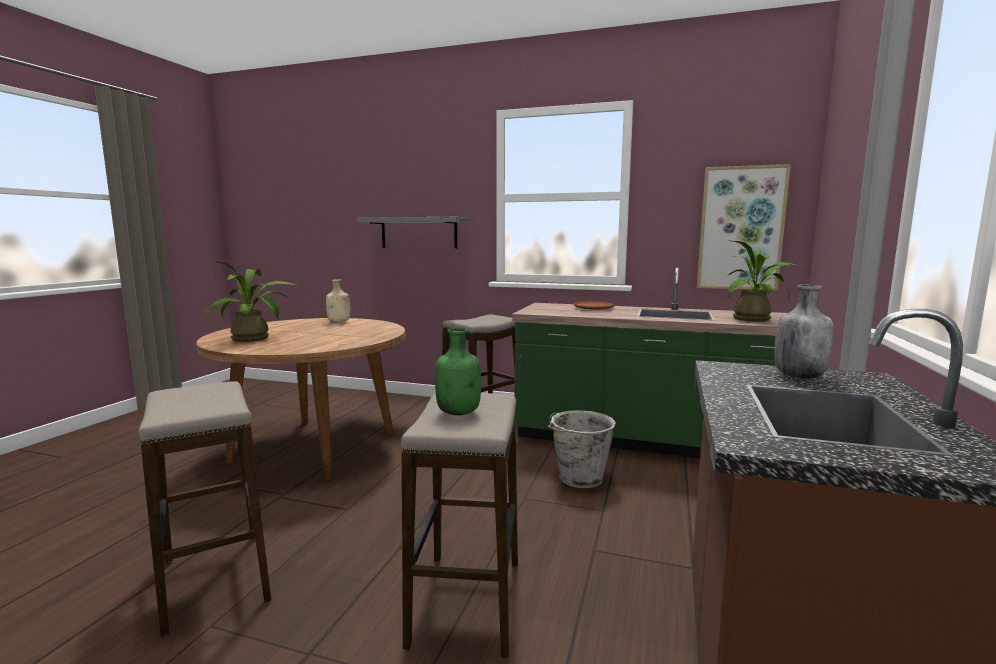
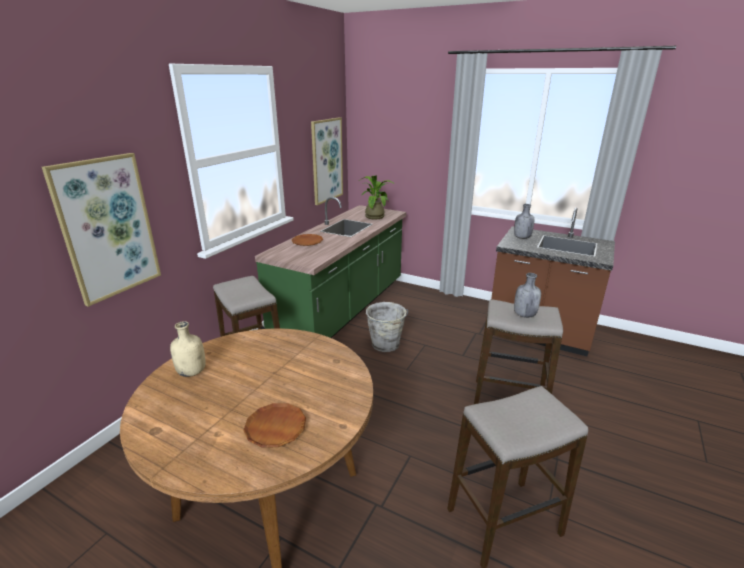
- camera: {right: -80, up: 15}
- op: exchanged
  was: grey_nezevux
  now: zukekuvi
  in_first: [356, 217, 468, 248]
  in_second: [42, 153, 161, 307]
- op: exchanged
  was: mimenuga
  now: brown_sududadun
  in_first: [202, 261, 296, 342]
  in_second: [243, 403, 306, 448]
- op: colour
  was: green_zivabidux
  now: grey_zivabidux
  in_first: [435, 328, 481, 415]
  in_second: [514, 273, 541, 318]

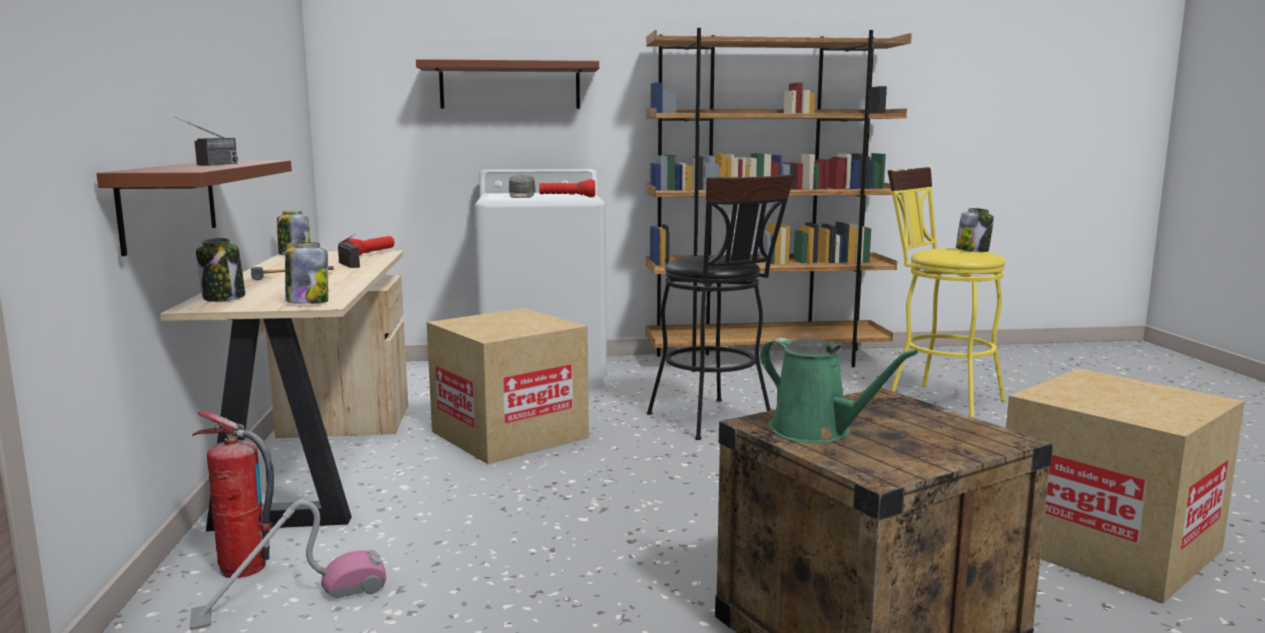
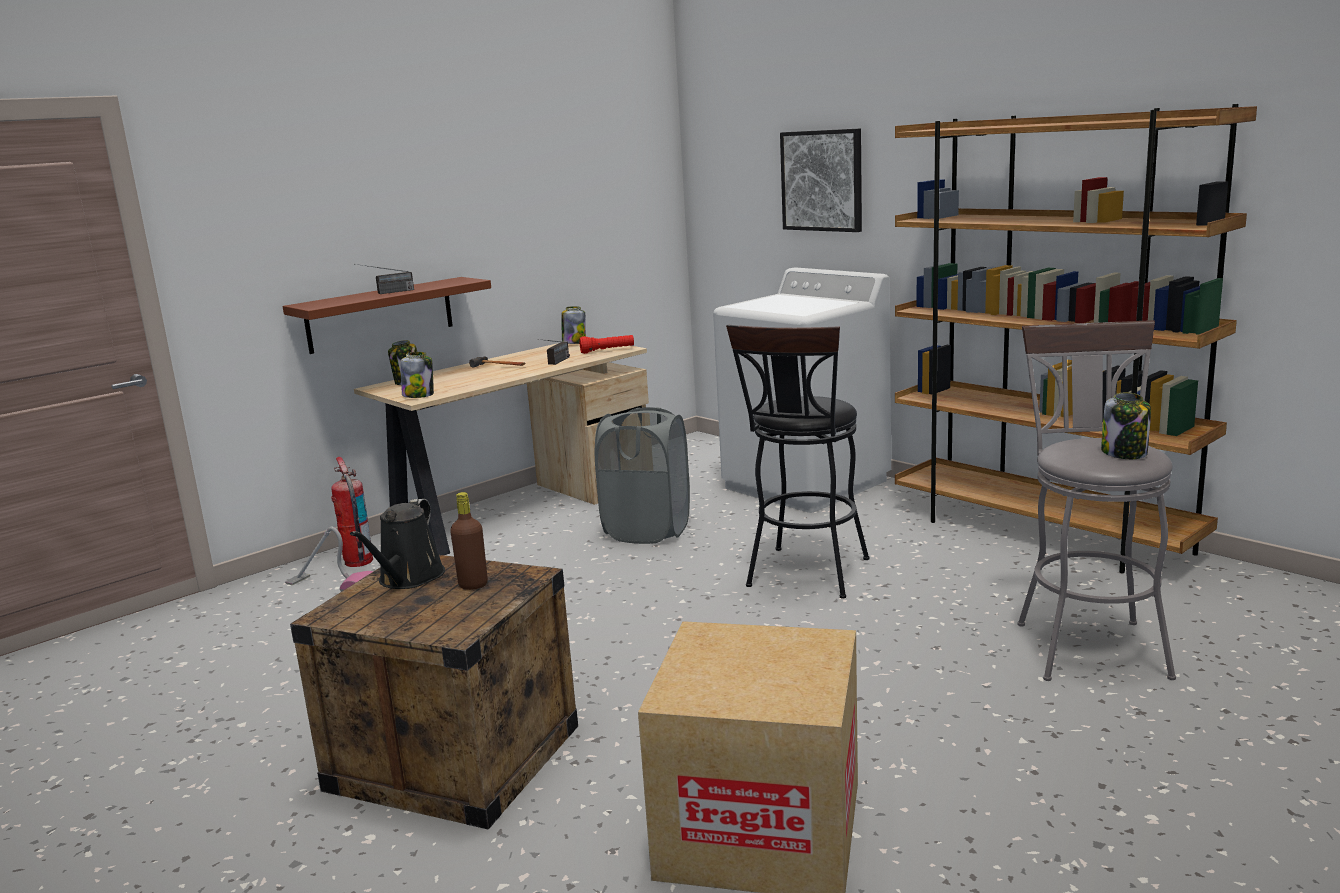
- camera: {right: 55, up: 5}
- op: colour
  was: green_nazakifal
  now: black_nazakifal
  in_first: [760, 338, 918, 443]
  in_second: [350, 499, 445, 589]
- op: appeared
  now: brown_zivabidux
  in_second: [450, 492, 488, 590]
- op: exchanged
  was: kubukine
  now: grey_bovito
  in_first: [427, 308, 589, 464]
  in_second: [595, 407, 690, 544]
- op: exchanged
  was: brown_nezevux
  now: zukekuvi
  in_first: [416, 59, 599, 109]
  in_second: [780, 128, 862, 232]
- op: colour
  was: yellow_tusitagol
  now: grey_tusitagol
  in_first: [888, 167, 1006, 417]
  in_second: [1017, 320, 1176, 681]
- op: missing
  was: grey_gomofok
  in_first: [509, 175, 535, 198]
- op: missing
  was: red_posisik
  in_first: [539, 179, 595, 197]

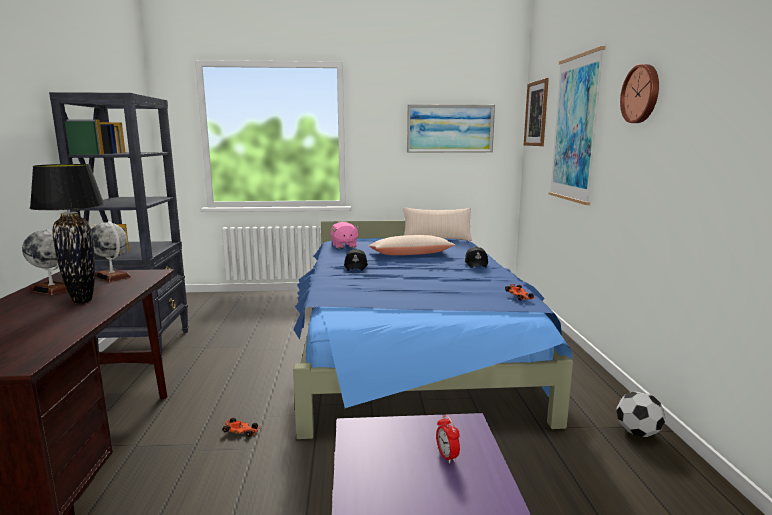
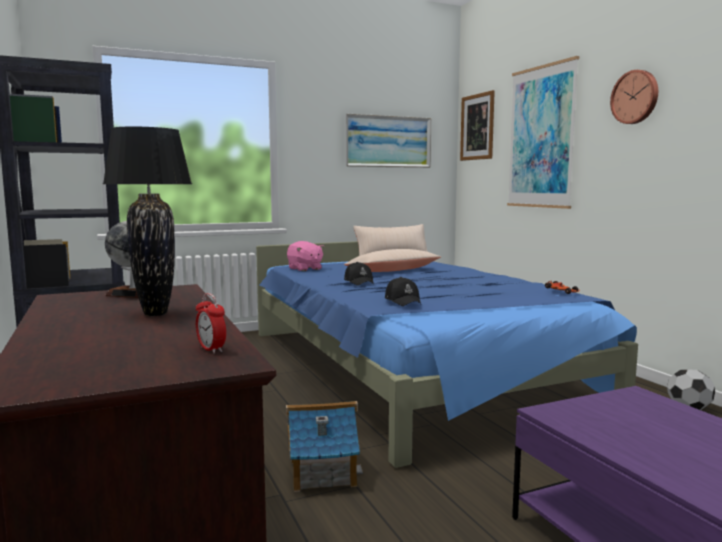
- camera: {right: -20, up: -5}
- op: relocated
  was: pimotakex
  in_first: [436, 415, 460, 464]
  in_second: [196, 293, 226, 353]
- op: exchanged
  was: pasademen
  now: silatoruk
  in_first: [222, 418, 260, 437]
  in_second: [286, 401, 363, 492]
- op: relocated
  was: black_gomofok
  in_first: [465, 246, 488, 268]
  in_second: [385, 277, 421, 306]
- op: missing
  was: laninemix
  in_first: [22, 229, 67, 295]

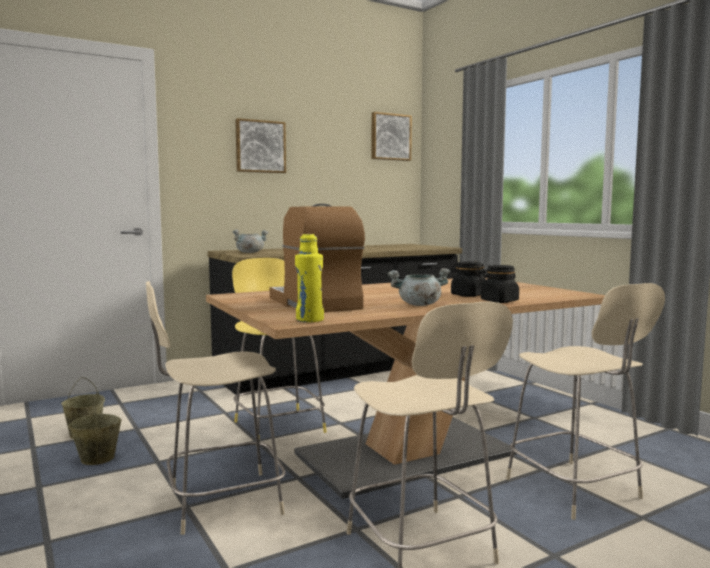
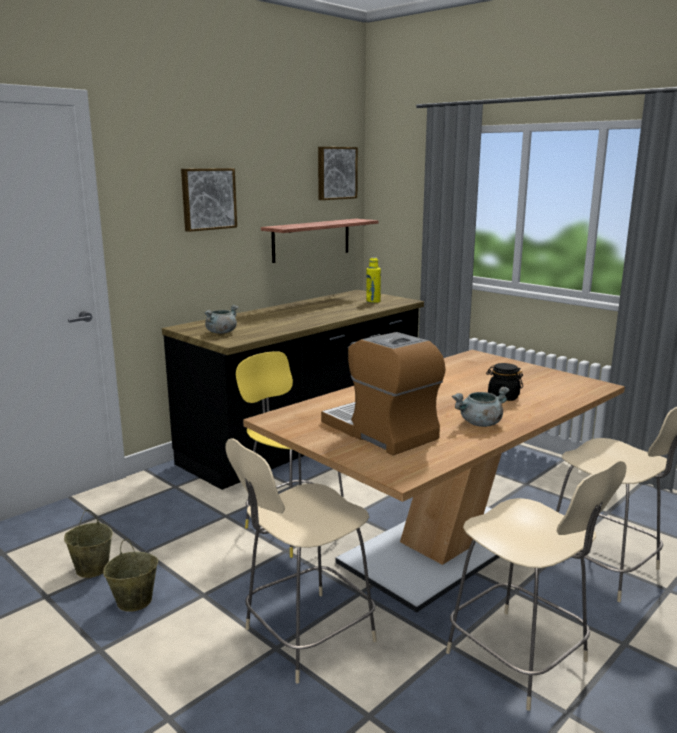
- camera: {right: -15, up: 10}
- op: appeared
  now: nezevux
  in_second: [261, 219, 378, 263]
- op: relocated
  was: yellow_zivabidux
  in_first: [295, 234, 324, 322]
  in_second: [366, 257, 381, 303]
- op: missing
  was: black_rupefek
  in_first: [481, 265, 519, 303]

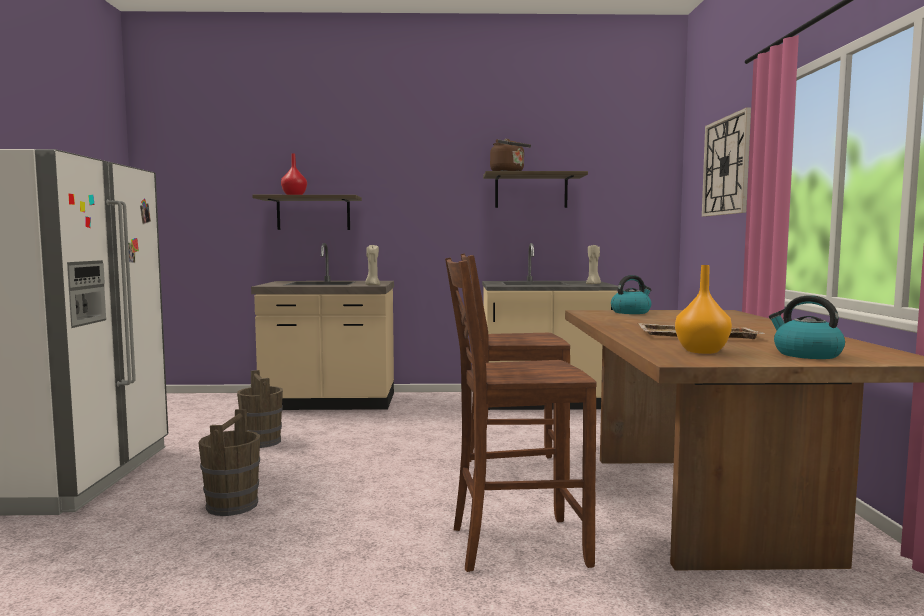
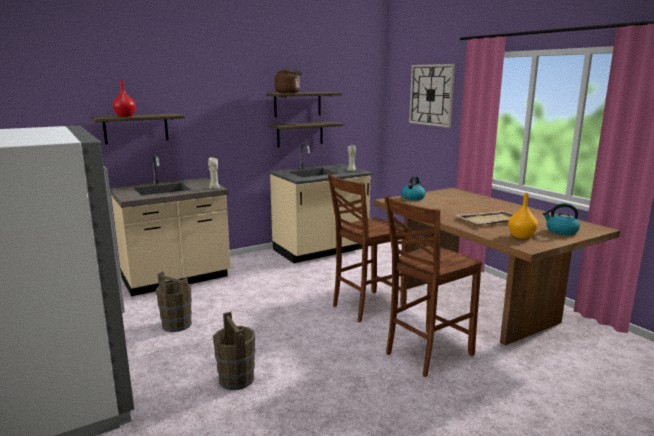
- camera: {right: -30, up: 10}
- op: appeared
  now: nezevux
  in_second: [269, 121, 344, 147]

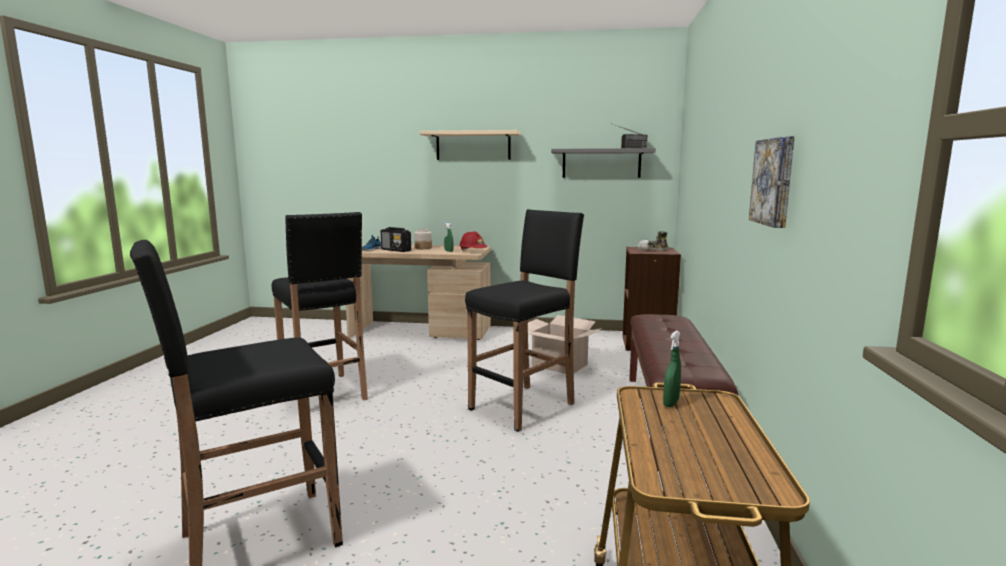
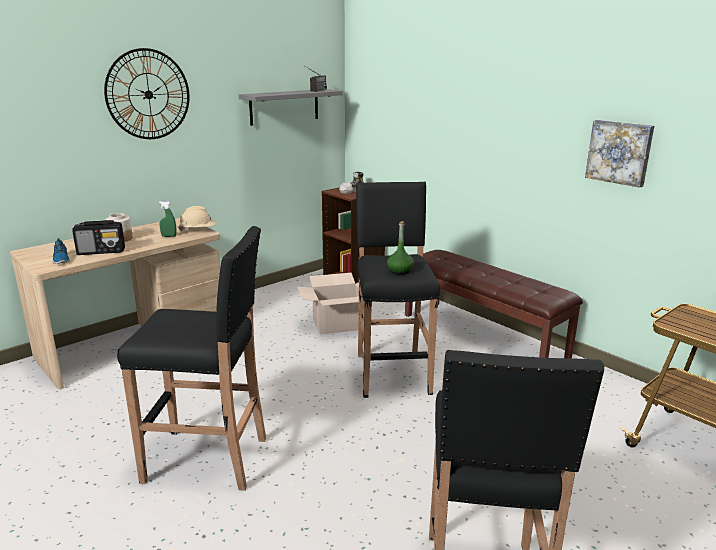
- camera: {right: -50, up: 10}
- op: exchanged
  was: beige_nezevux
  now: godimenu
  in_first: [420, 130, 521, 160]
  in_second: [104, 48, 190, 139]
- op: colour
  was: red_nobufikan
  now: beige_nobufikan
  in_first: [459, 231, 487, 251]
  in_second: [178, 206, 216, 231]
- op: appeared
  now: green_zivabidux
  in_second: [387, 221, 414, 275]
- op: missing
  was: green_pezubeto
  in_first: [663, 331, 681, 407]

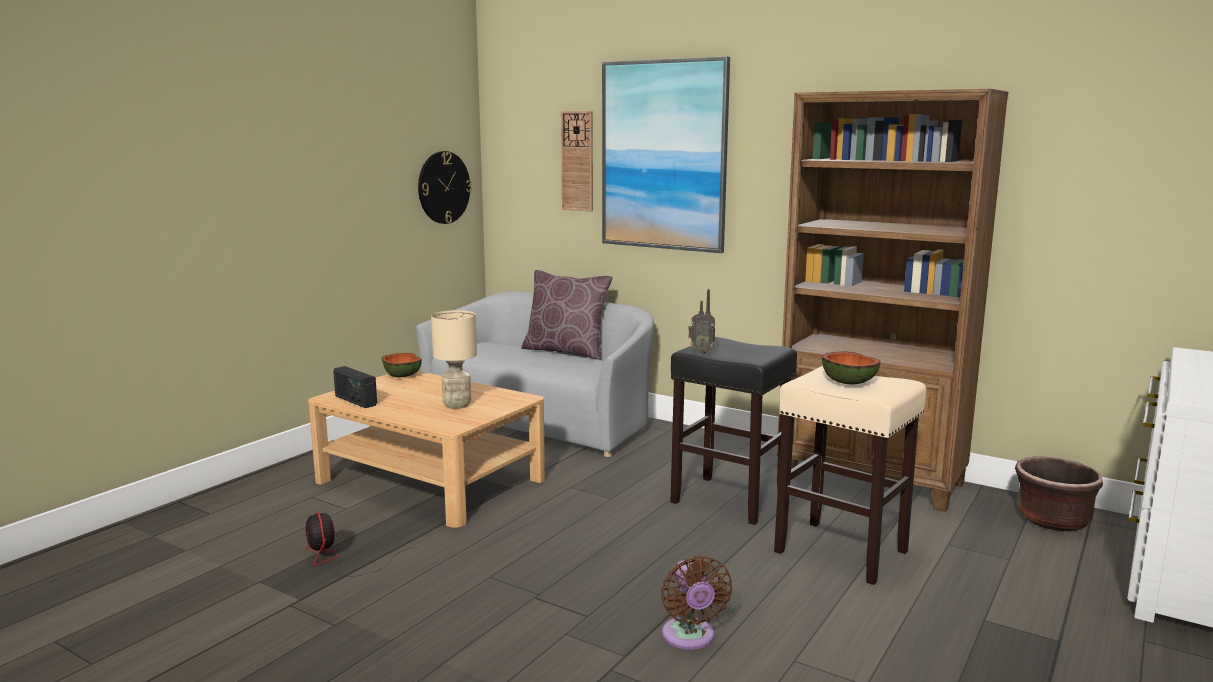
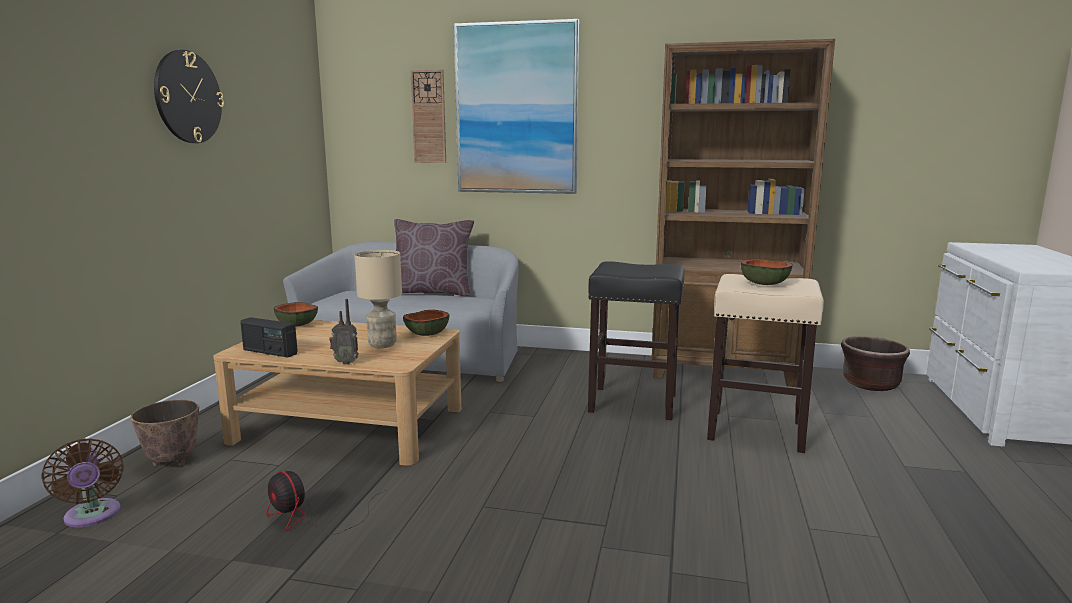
- camera: {right: -20, up: 0}
- op: relocated
  was: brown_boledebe
  in_first: [661, 556, 732, 650]
  in_second: [41, 438, 124, 527]
- op: appeared
  now: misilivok
  in_second: [130, 400, 199, 466]
- op: relocated
  was: godimenu
  in_first: [418, 151, 472, 224]
  in_second: [154, 50, 224, 143]
- op: relocated
  was: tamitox
  in_first: [688, 289, 715, 354]
  in_second: [329, 299, 359, 364]
- op: appeared
  now: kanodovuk
  in_second: [403, 310, 450, 336]

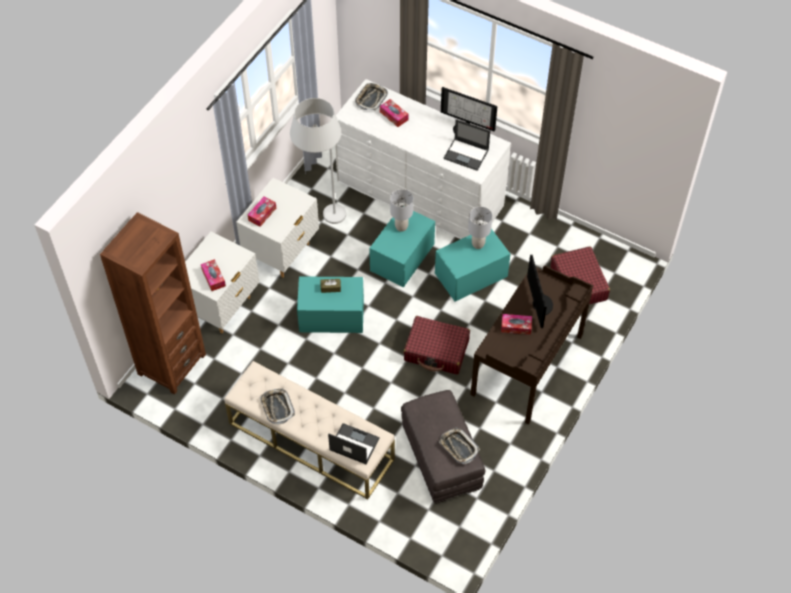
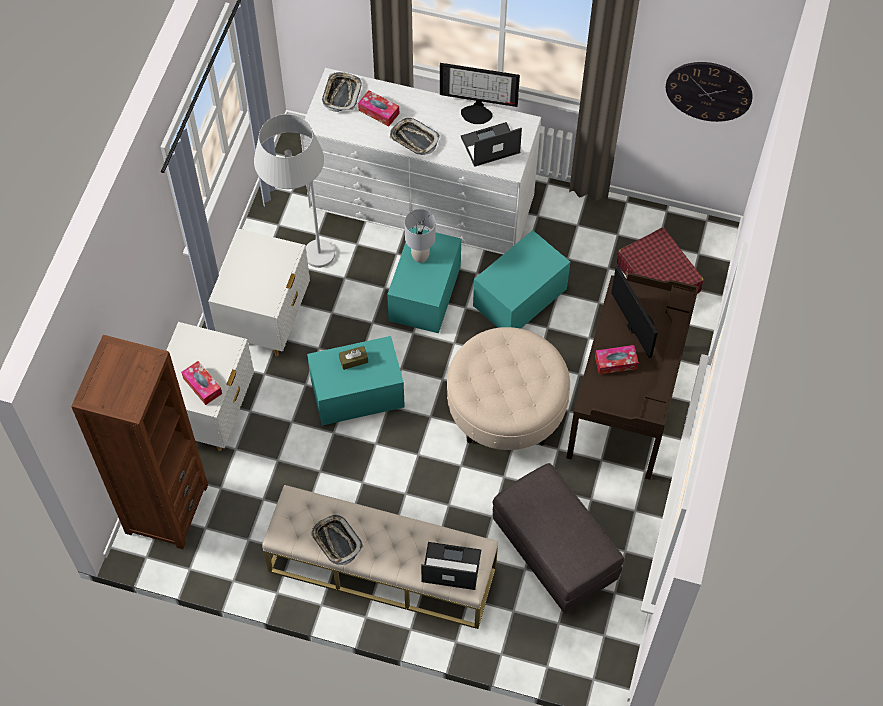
- camera: {right: -15, up: 5}
- op: relocated
  was: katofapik
  in_first: [439, 428, 480, 464]
  in_second: [390, 118, 440, 155]
- op: exchanged
  was: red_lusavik
  now: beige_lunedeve
  in_first: [404, 316, 470, 374]
  in_second: [447, 327, 570, 450]
- op: spun
  was: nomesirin
  in_first: [444, 119, 490, 171]
  in_second: [460, 122, 522, 167]
  clockwise: 150
- op: appeared
  now: godimenu
  in_second: [666, 62, 753, 122]
- op: missing
  was: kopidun
  in_first: [248, 197, 276, 227]
- op: missing
  was: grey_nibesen
  in_first: [468, 206, 492, 249]

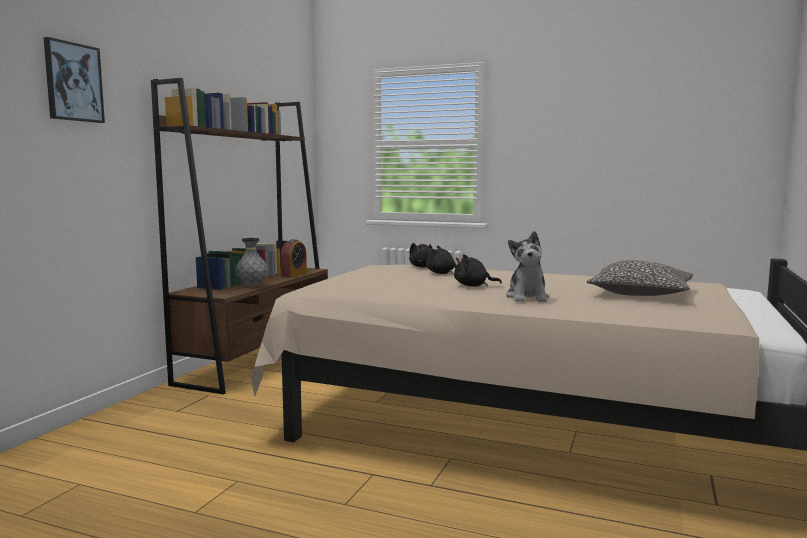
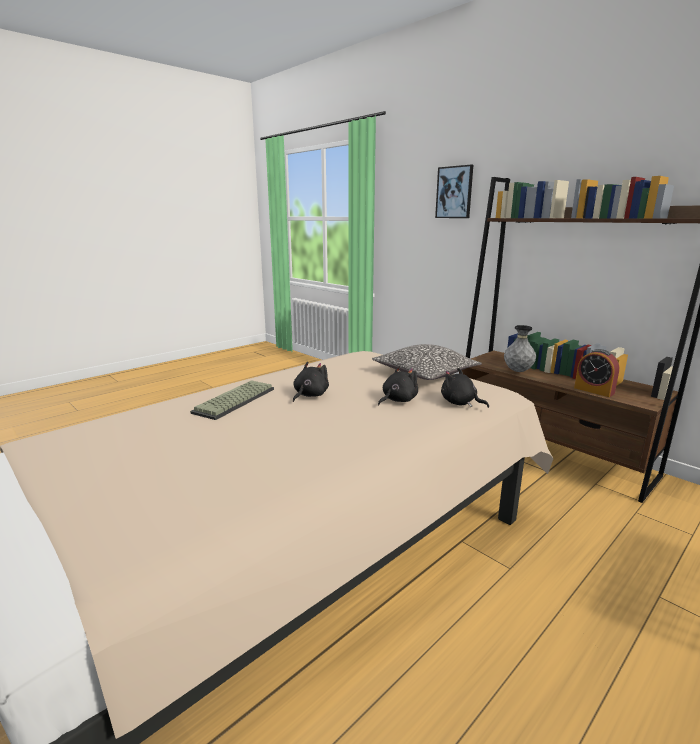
- camera: {right: 115, up: 10}
- op: exchanged
  was: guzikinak
  now: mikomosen
  in_first: [506, 231, 549, 302]
  in_second: [190, 380, 274, 420]
- op: relocated
  was: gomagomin
  in_first: [587, 260, 694, 296]
  in_second: [372, 344, 482, 380]

